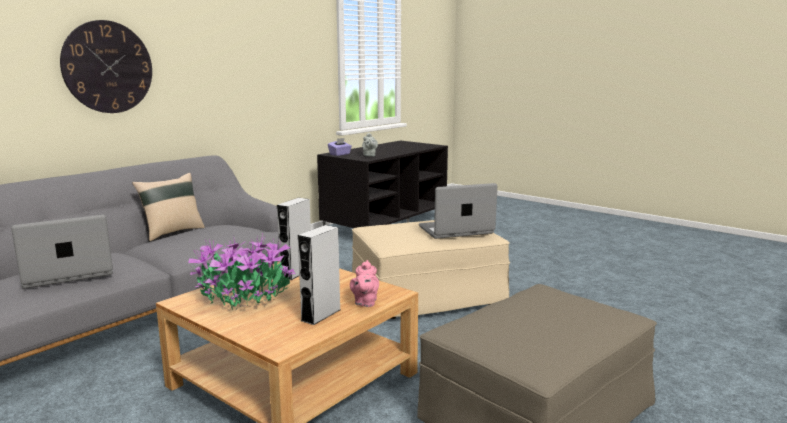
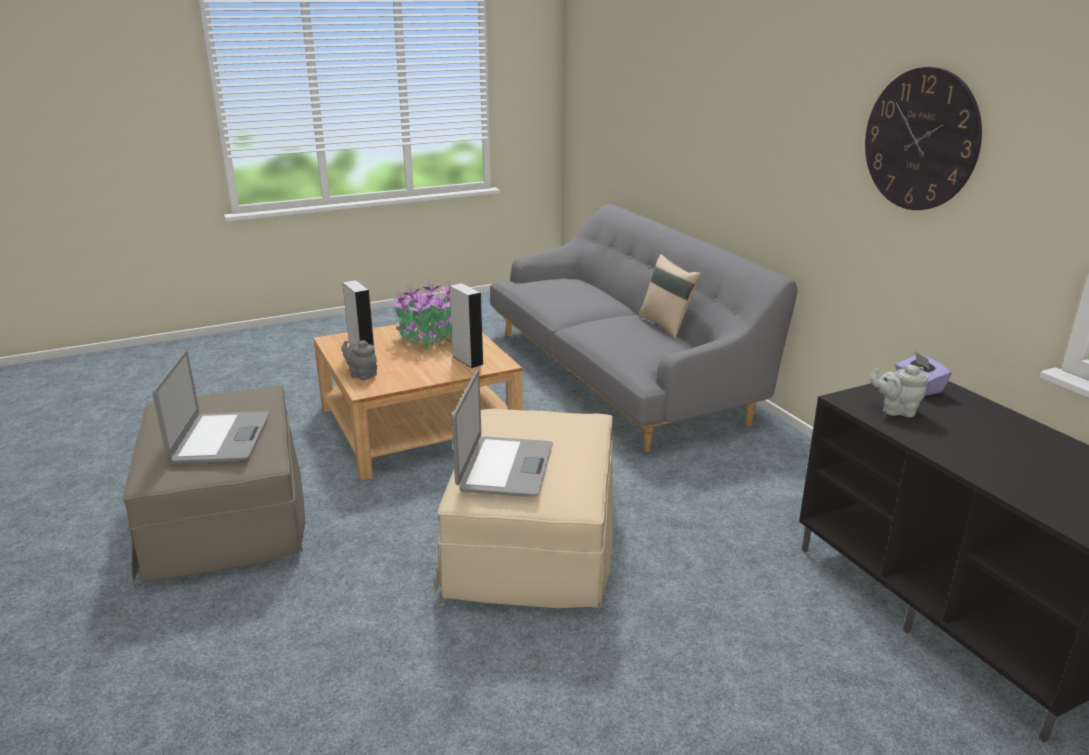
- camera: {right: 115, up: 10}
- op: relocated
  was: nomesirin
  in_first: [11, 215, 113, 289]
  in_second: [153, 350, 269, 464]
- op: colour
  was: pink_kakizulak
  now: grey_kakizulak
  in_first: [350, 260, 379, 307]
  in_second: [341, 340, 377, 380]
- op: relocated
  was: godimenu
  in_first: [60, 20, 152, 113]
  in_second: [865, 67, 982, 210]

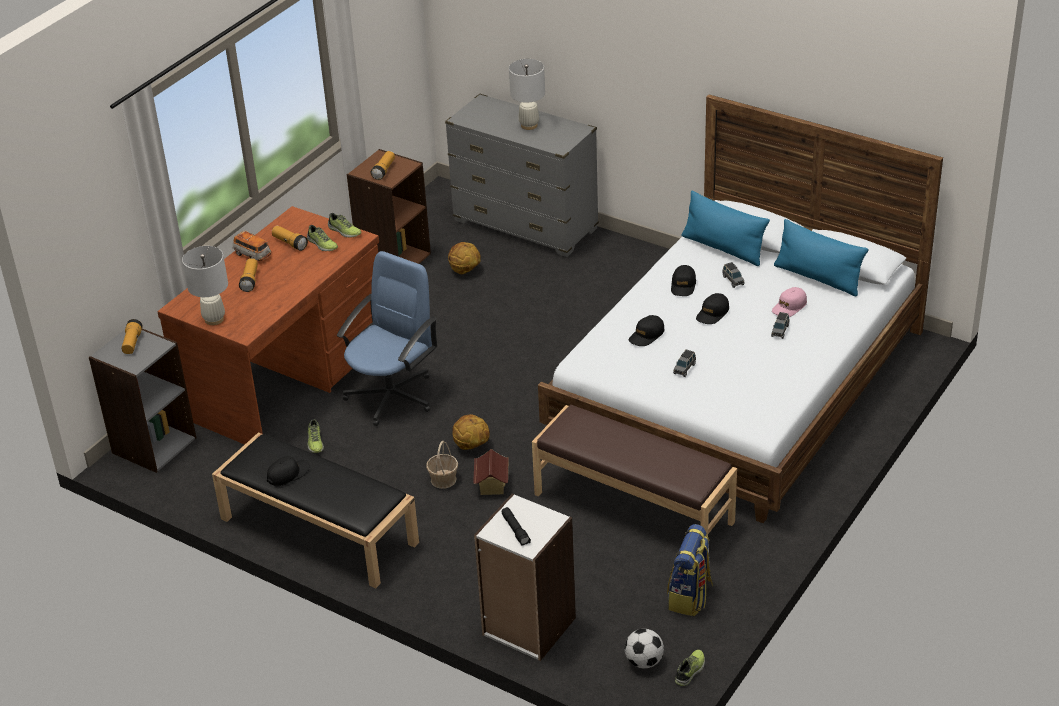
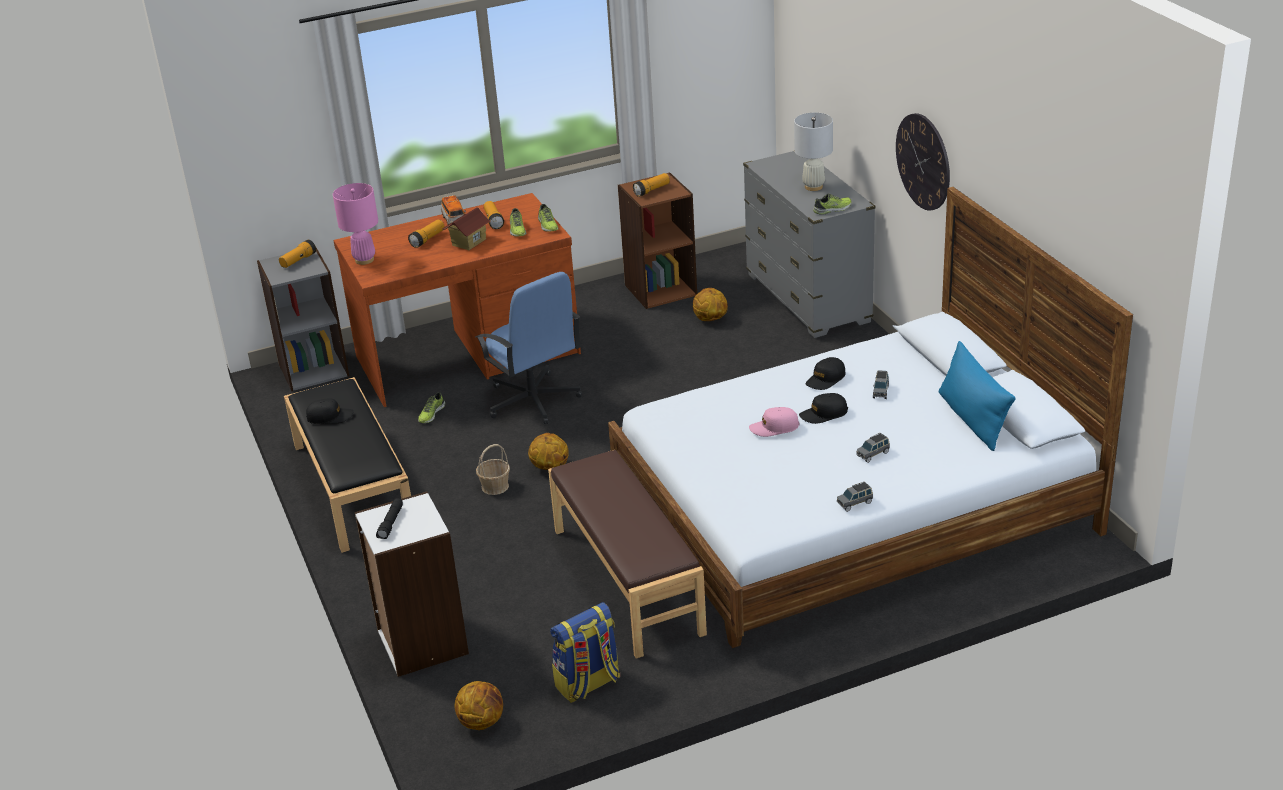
- camera: {right: 35, up: -5}
- op: colour
  was: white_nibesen
  now: pink_nibesen
  in_first: [182, 246, 228, 325]
  in_second: [333, 183, 378, 265]
- op: relocated
  was: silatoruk
  in_first: [473, 449, 509, 495]
  in_second: [442, 207, 491, 250]
- op: exchanged
  was: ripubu
  now: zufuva
  in_first: [625, 629, 664, 669]
  in_second: [455, 681, 503, 730]
- op: spun
  was: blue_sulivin
  in_first: [337, 251, 437, 426]
  in_second: [476, 272, 582, 424]
  clockwise: 75
- op: relocated
  was: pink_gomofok
  in_first: [772, 287, 807, 317]
  in_second: [749, 407, 800, 437]
- op: relocated
  was: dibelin
  in_first: [675, 650, 705, 686]
  in_second: [813, 193, 851, 215]
- op: relocated
  was: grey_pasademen
  in_first: [673, 349, 696, 377]
  in_second: [837, 482, 873, 512]
- op: appeared
  now: godimenu
  in_second: [896, 113, 950, 211]
- op: missing
  was: black_gomofok
  in_first: [629, 315, 665, 346]
- op: missing
  was: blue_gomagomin
  in_first: [682, 191, 770, 266]

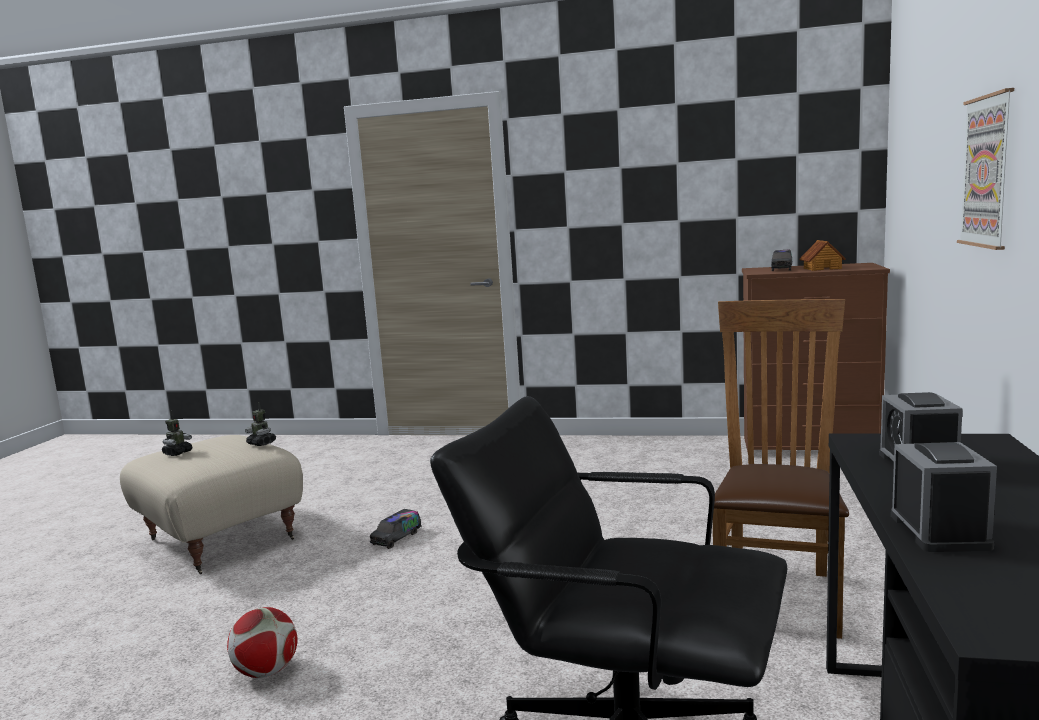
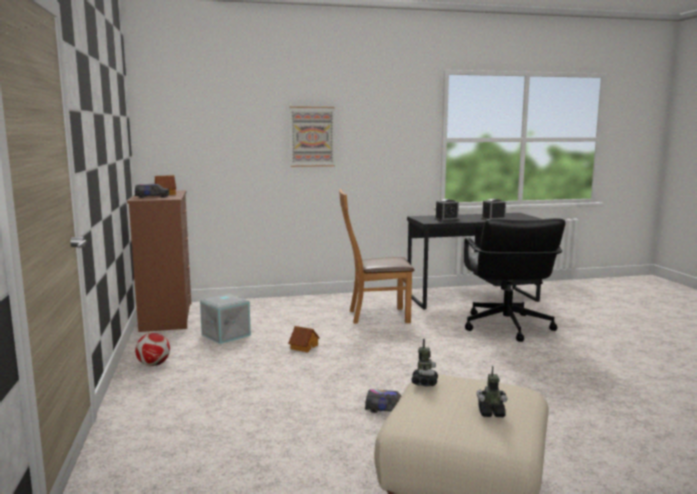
- camera: {right: -115, up: 0}
- op: relocated
  was: ripubu
  in_first: [227, 607, 298, 678]
  in_second: [135, 333, 170, 366]
- op: appeared
  now: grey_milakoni
  in_second: [200, 294, 251, 344]
- op: appeared
  now: silatoruk
  in_second: [288, 326, 320, 352]

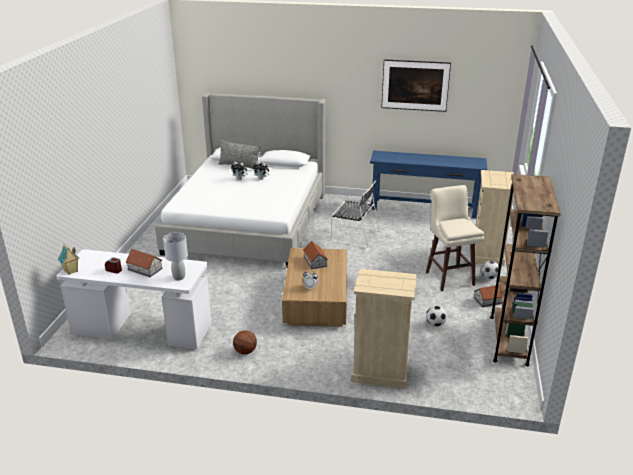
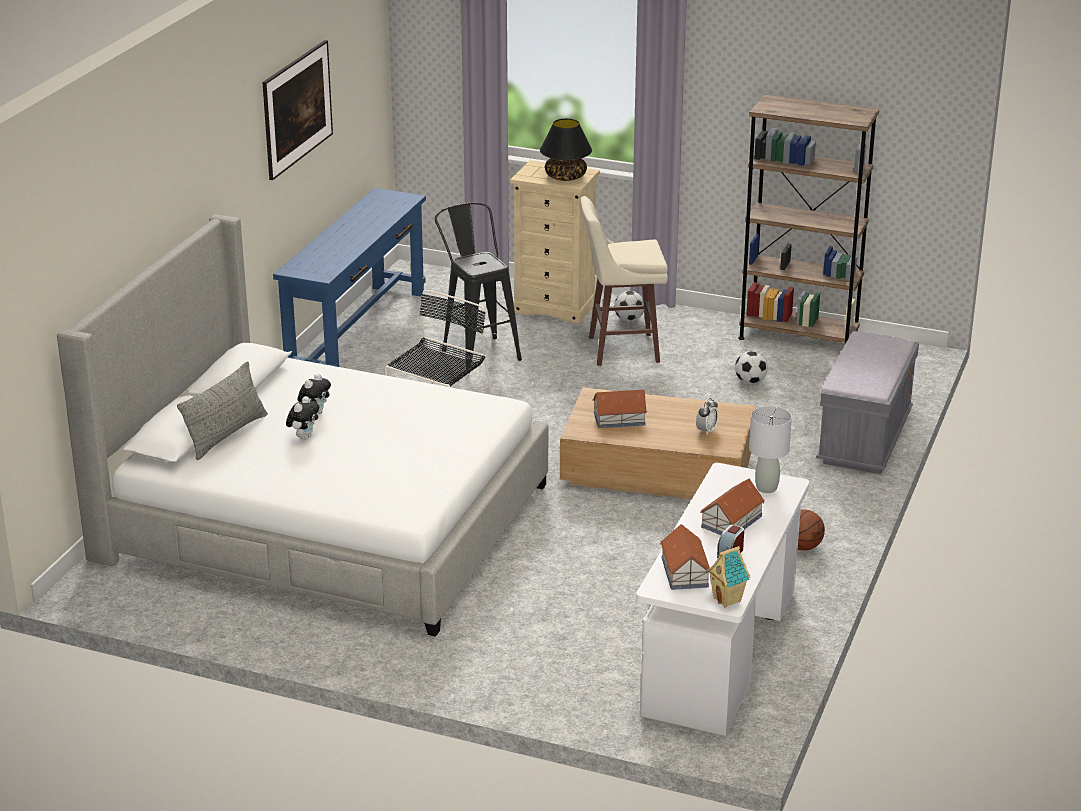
- camera: {right: -80, up: 0}
- op: appeared
  now: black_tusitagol
  in_second: [435, 202, 522, 368]
- op: appeared
  now: black_nibesen
  in_second: [540, 119, 592, 181]
- op: relocated
  was: silatoruk
  in_first: [474, 285, 502, 307]
  in_second: [660, 524, 710, 590]
- op: exchanged
  was: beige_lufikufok
  now: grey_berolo
  in_first: [352, 269, 417, 389]
  in_second: [816, 331, 919, 474]

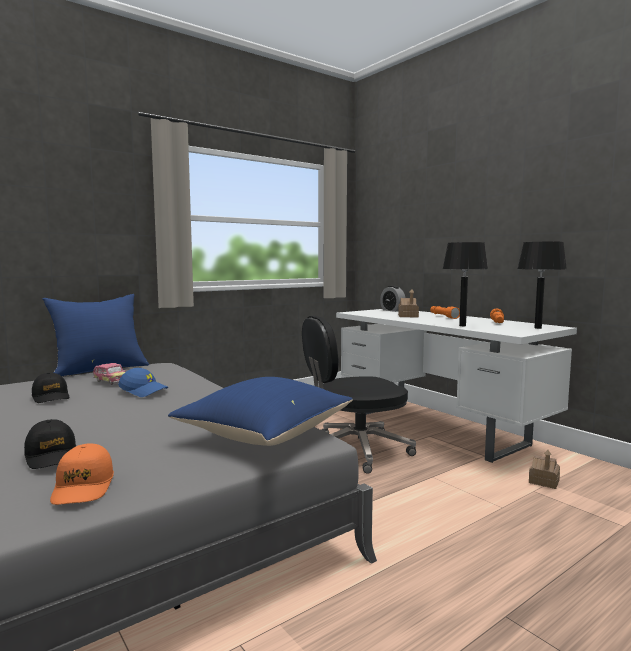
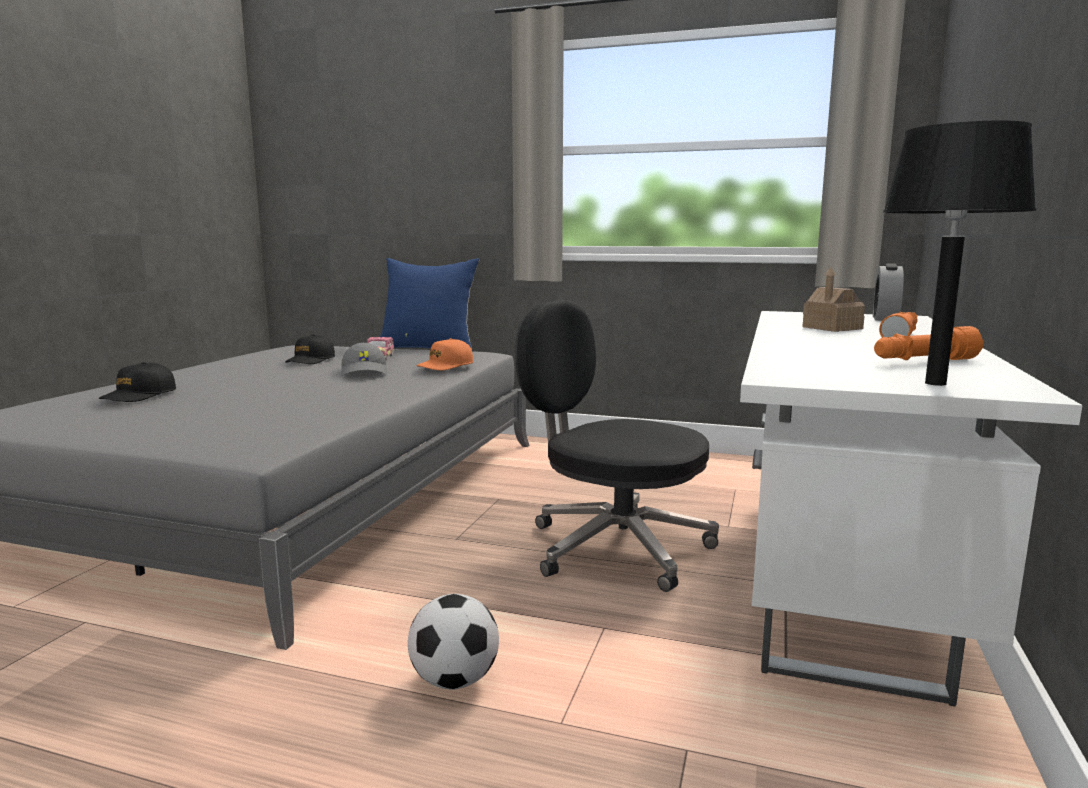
- camera: {right: 55, up: 5}
- op: colour
  was: blue_gomofok
  now: grey_gomofok
  in_first: [118, 368, 168, 397]
  in_second: [341, 343, 387, 376]
- op: appeared
  now: ripubu
  in_second: [408, 594, 499, 690]
- op: relocated
  was: orange_gomofok
  in_first: [50, 443, 114, 505]
  in_second: [416, 338, 473, 371]
- op: missing
  was: blue_gomagomin
  in_first: [168, 377, 353, 446]
- op: missing
  was: black_nibesen
  in_first: [442, 242, 488, 326]
- op: missing
  was: silatoruk
  in_first: [529, 450, 560, 489]

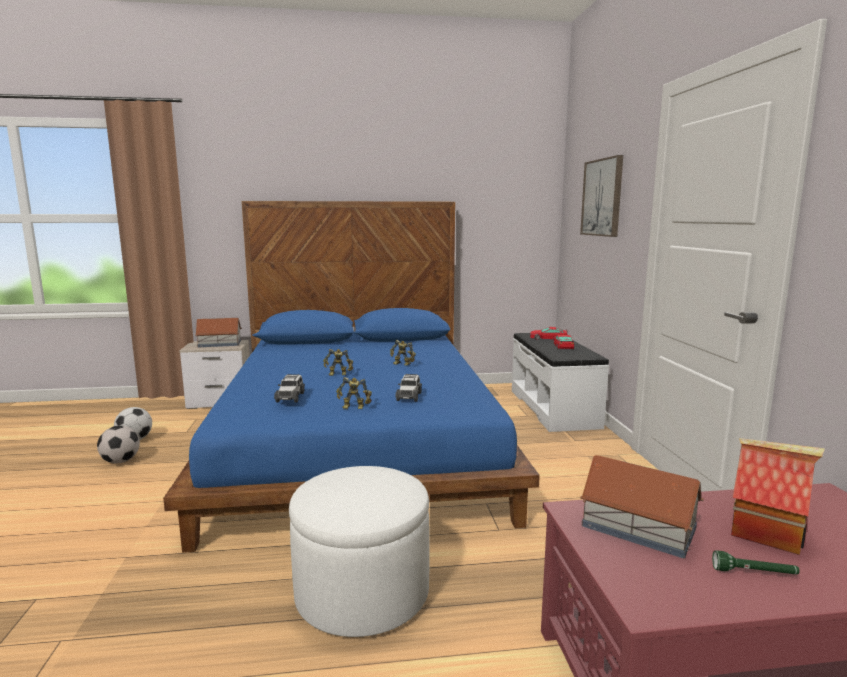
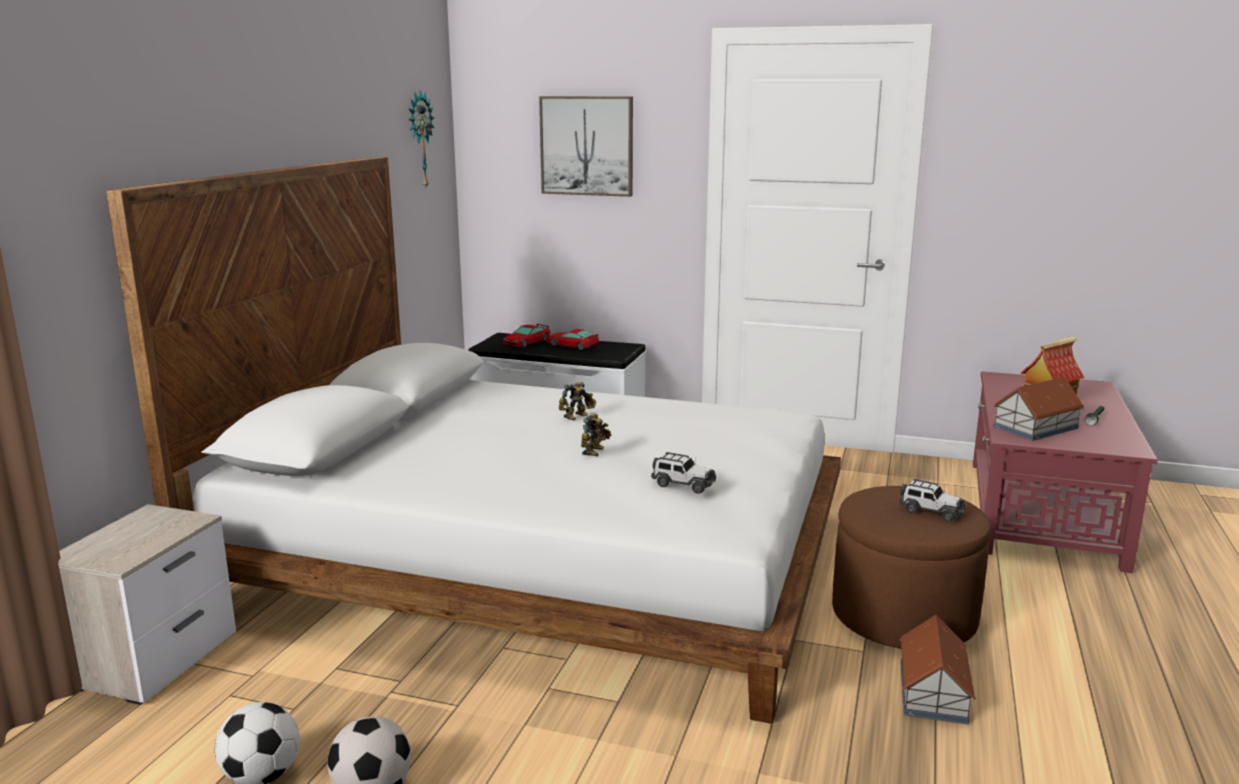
- camera: {right: -65, up: 5}
- op: colour
  was: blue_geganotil
  now: white_geganotil
  in_first: [163, 201, 540, 553]
  in_second: [106, 157, 841, 724]
- op: appeared
  now: godimenu
  in_second: [408, 90, 434, 188]
- op: colour
  was: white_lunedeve
  now: brown_lunedeve
  in_first: [289, 466, 430, 637]
  in_second: [832, 486, 991, 649]
- op: relocated
  was: pasademen
  in_first: [395, 374, 422, 402]
  in_second: [899, 479, 965, 522]
- op: relocated
  was: silatoruk
  in_first: [195, 318, 242, 347]
  in_second: [899, 615, 976, 724]
- op: missing
  was: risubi
  in_first: [336, 377, 372, 409]

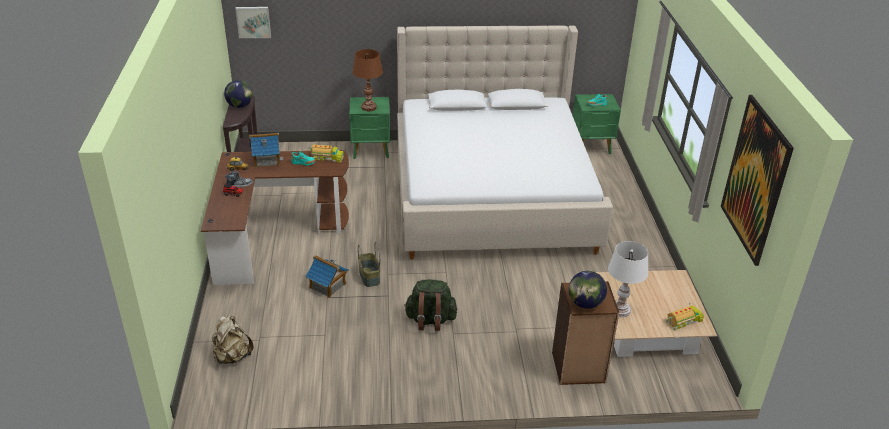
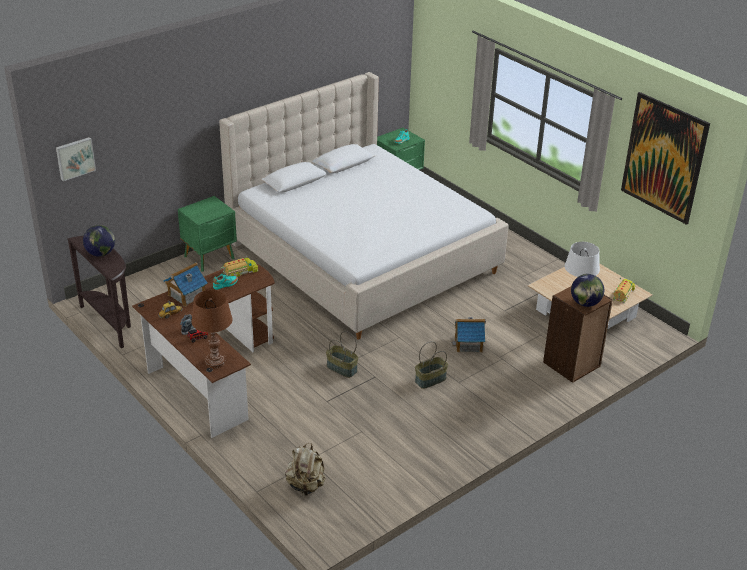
- camera: {right: -35, up: 0}
- op: relocated
  was: brown_nibesen
  in_first: [353, 49, 383, 111]
  in_second: [191, 290, 233, 369]
- op: exchanged
  was: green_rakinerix
  now: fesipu
  in_first: [404, 279, 457, 331]
  in_second: [415, 341, 448, 389]
- op: relocated
  was: silatoruk
  in_first: [305, 255, 349, 298]
  in_second: [452, 317, 486, 352]

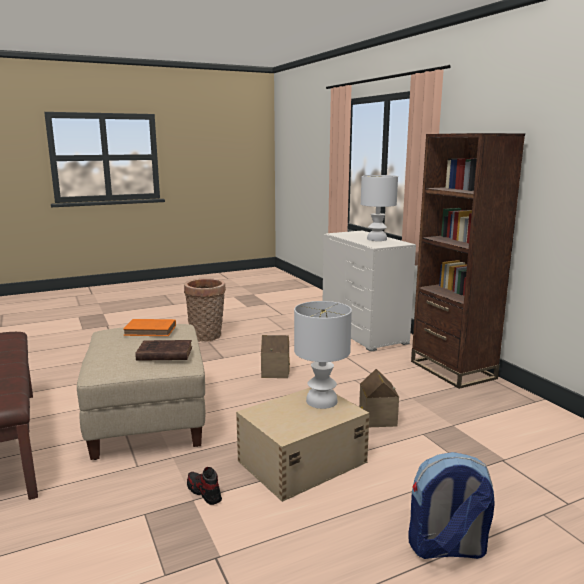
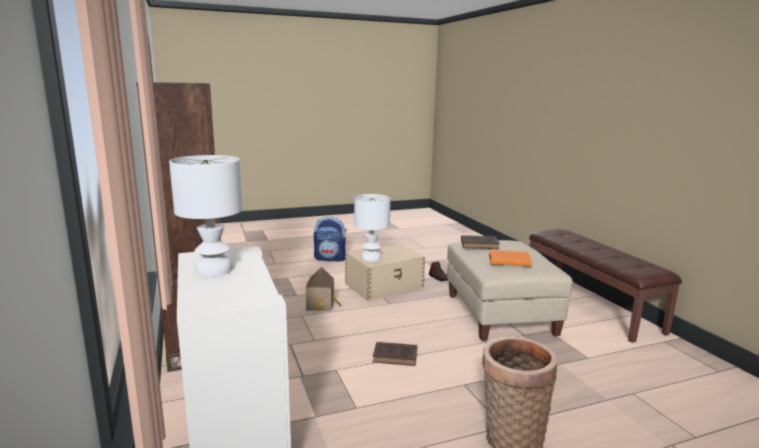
- camera: {right: -175, up: 0}
- op: exchanged
  was: silatoruk
  now: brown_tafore
  in_first: [261, 335, 290, 378]
  in_second: [373, 342, 418, 366]

